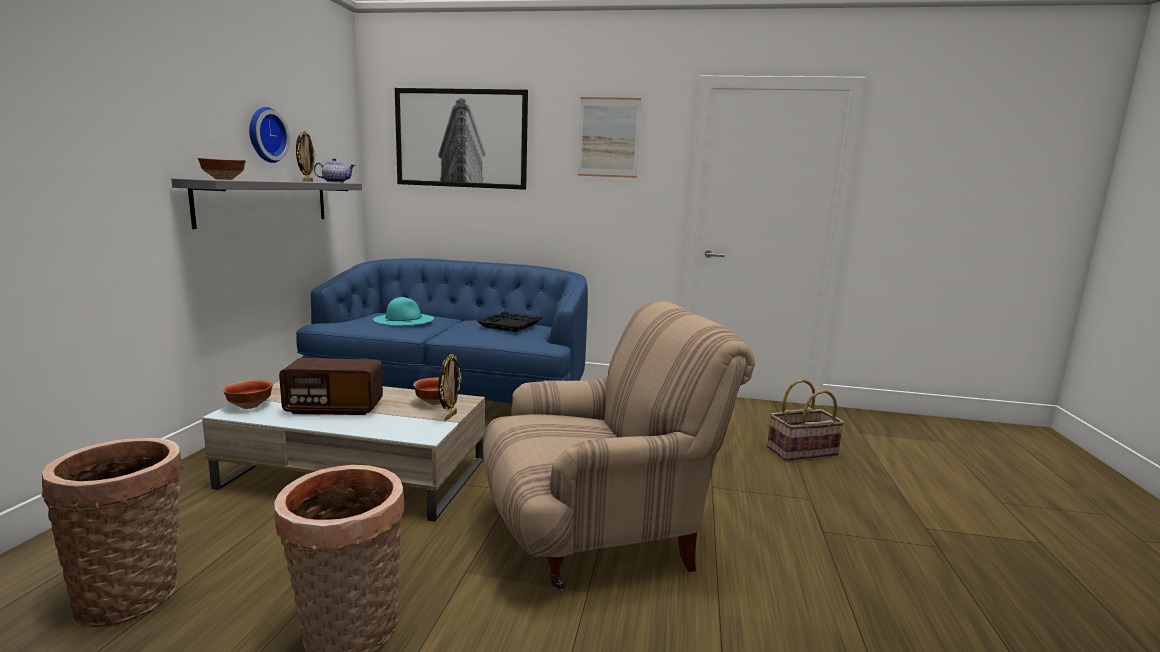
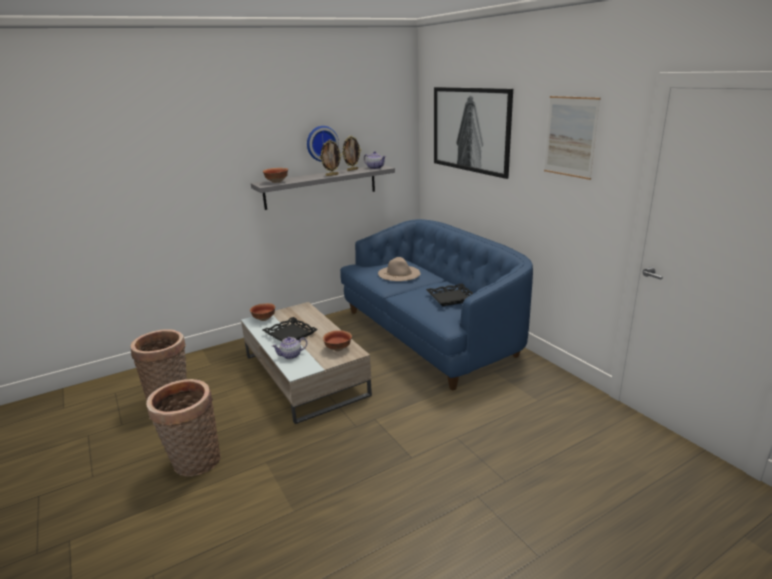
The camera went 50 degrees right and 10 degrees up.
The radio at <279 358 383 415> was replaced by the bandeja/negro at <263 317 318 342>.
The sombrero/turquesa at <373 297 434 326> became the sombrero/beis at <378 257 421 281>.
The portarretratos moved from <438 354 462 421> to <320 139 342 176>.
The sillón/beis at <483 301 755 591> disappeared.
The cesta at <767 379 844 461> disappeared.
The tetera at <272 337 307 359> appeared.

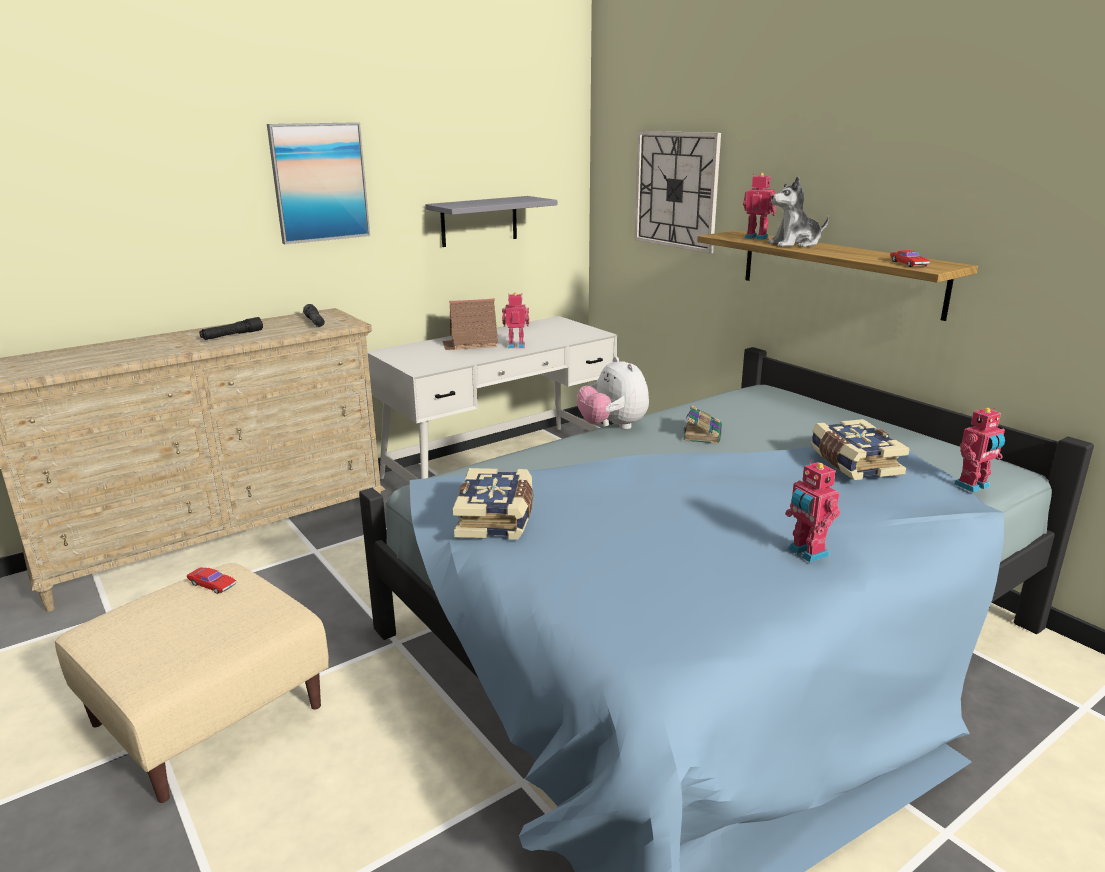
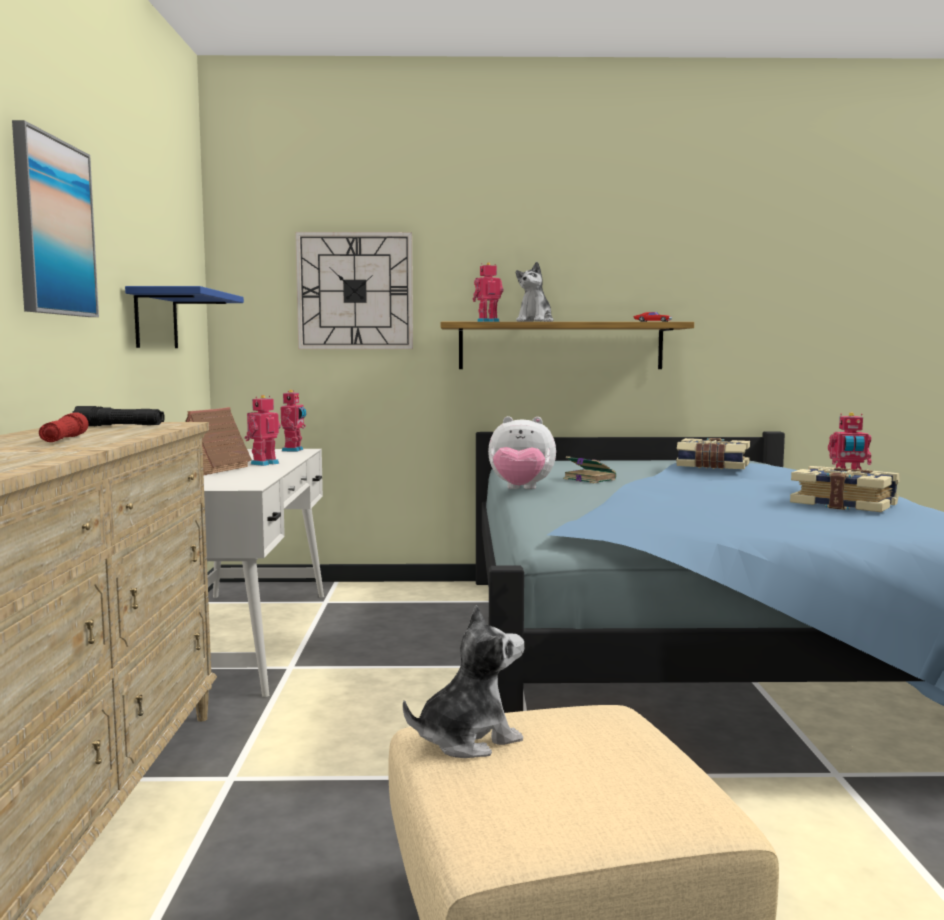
The camera went 55 degrees left and 15 degrees down.
The coche de juguete/rojo at <187 568 236 594> was replaced by the peluche at <403 605 524 758>.
The linterna/negro at <200 317 263 340> became the linterna/rojo at <39 412 88 442>.
The estante/gris at <425 196 557 247> became the estante/azul at <125 286 244 348>.
The libro moved from <453 468 533 540> to <790 466 900 512>.
The robot de juguete moved from <954 407 1005 493> to <281 390 306 452>.

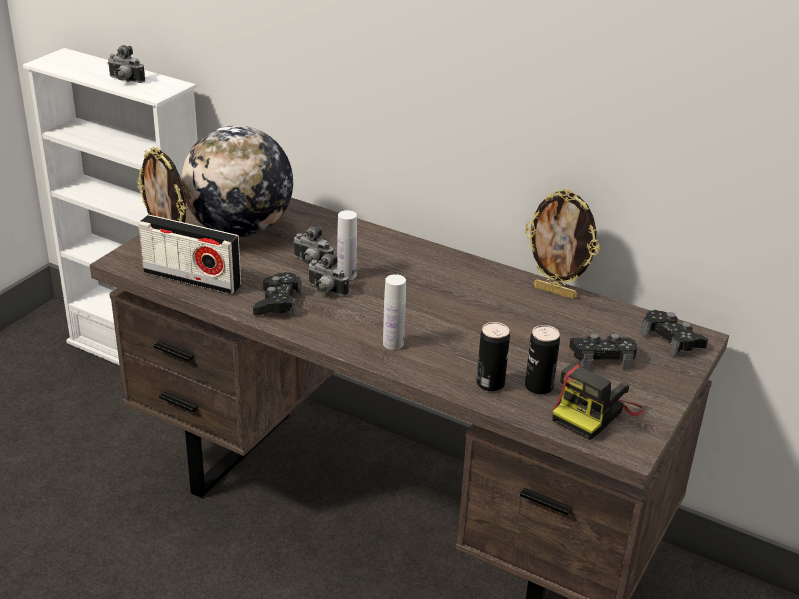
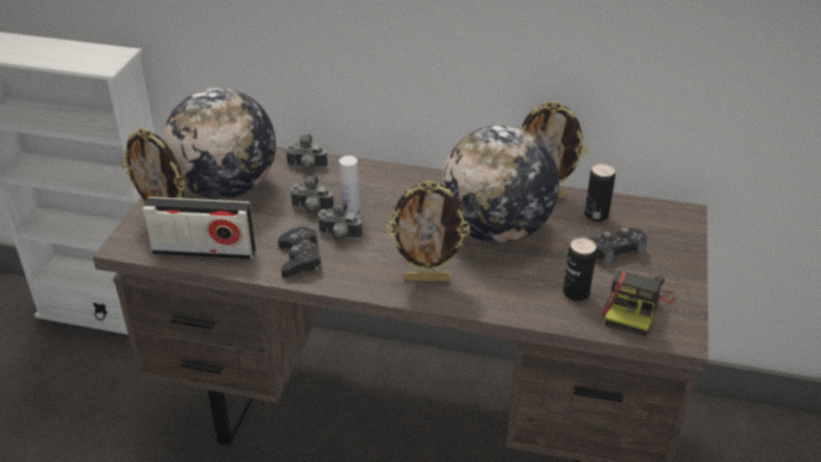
The camera went 15 degrees left and 5 degrees up.
The cámara moved from <107 45 145 83> to <285 134 327 170>.
The botella/blanco at <383 274 406 350> was replaced by the portarretratos at <387 180 470 281>.
The lata moved from <476 322 510 391> to <585 163 615 222>.
The mando de consola/negro at <640 310 708 357> disappeared.
The globo terráqueo at <441 125 559 243> appeared.

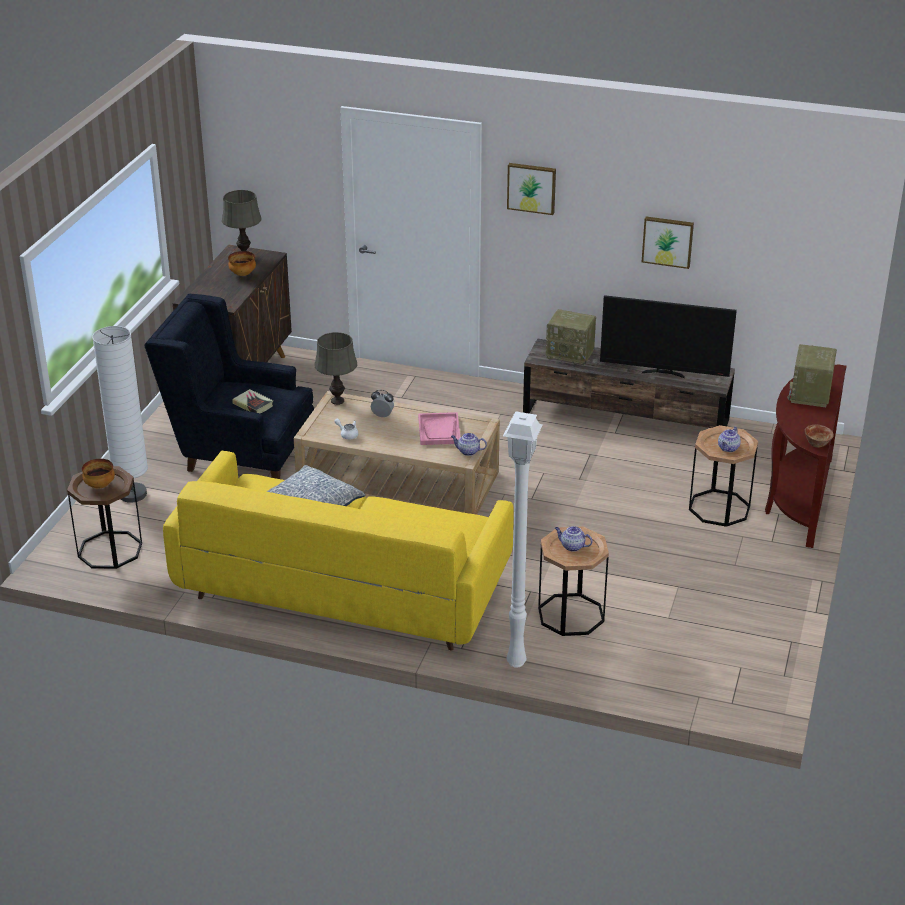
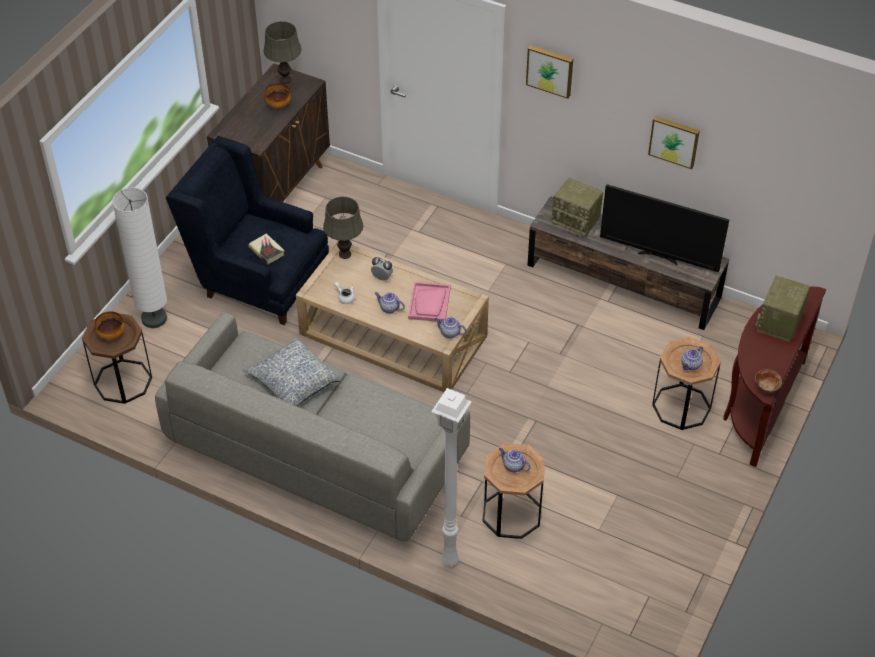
The camera went 10 degrees right and 15 degrees up.
The sofá/amarillo at <163 451 514 651> became the sofá/gris at <155 312 470 542>.
The tetera at <375 292 405 314> appeared.

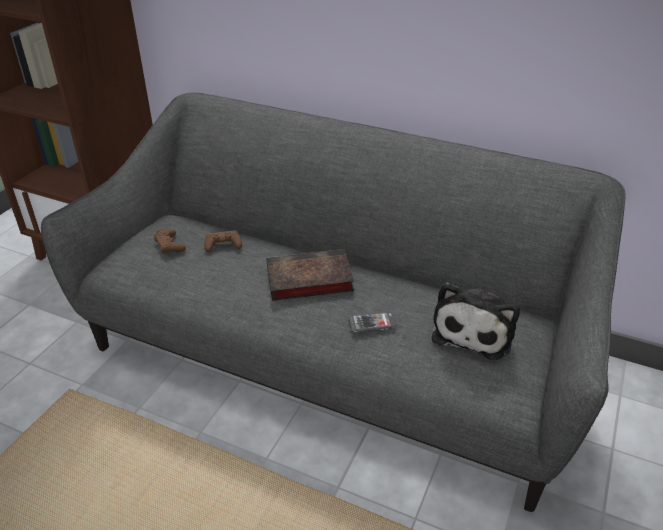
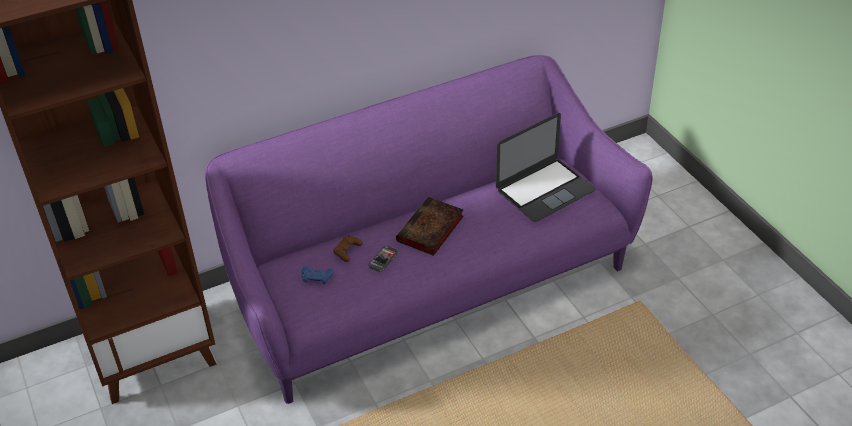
The camera went 50 degrees left and 5 degrees up.
The sofá/gris at <41 93 626 512> became the sofá/morado at <205 55 653 404>.
The mando de consola/marrón at <153 229 186 254> became the mando de consola/azul at <302 266 334 285>.
The móvil moved from <348 312 397 333> to <368 246 398 272>.
The peluche at <432 282 520 360> was replaced by the portátil at <496 113 596 222>.

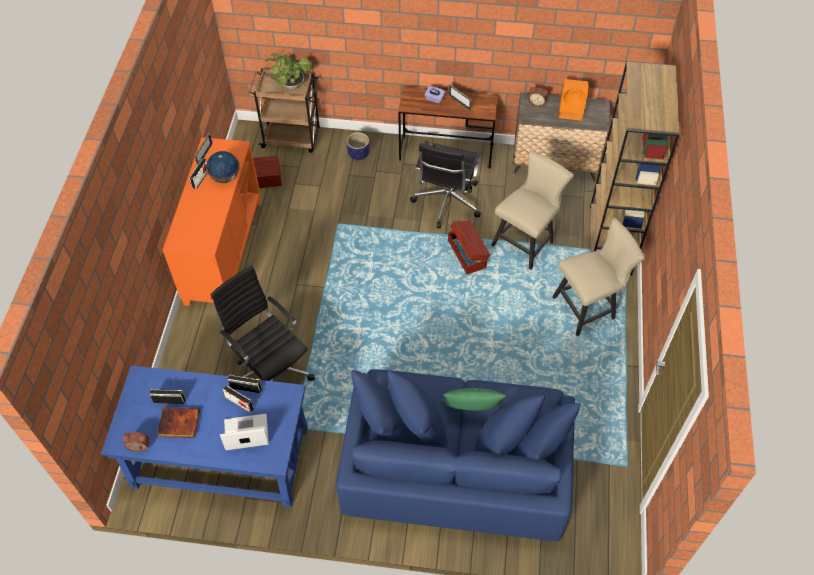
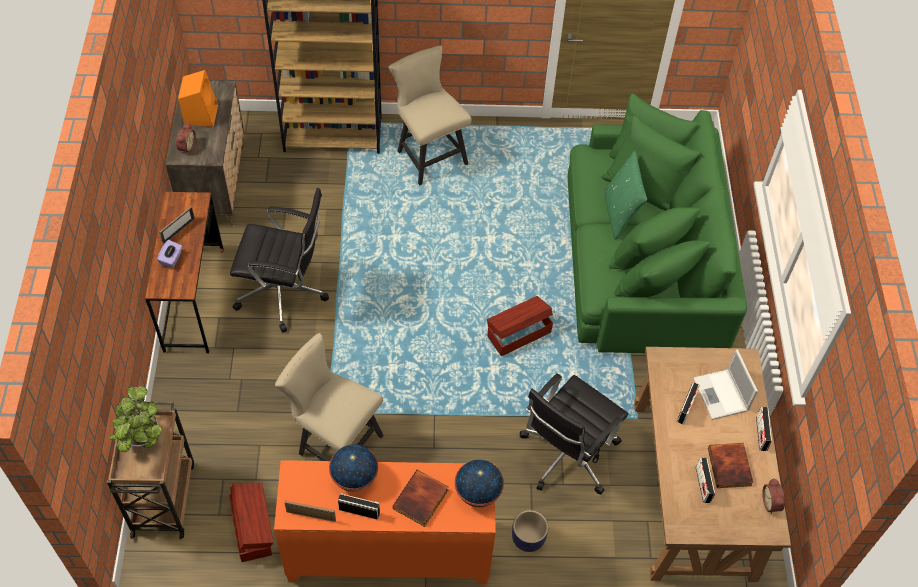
The camera went 100 degrees left and 0 degrees up.
The escritorio/azul at <101 365 308 508> became the escritorio/marrón at <634 347 791 582>.
The radio moved from <228 374 262 393> to <756 407 772 451>.
The sofá/azul at <336 369 581 541> became the sofá/verde at <568 93 747 353>.
The maceta moved from <346 132 370 160> to <512 510 548 552>.
The caja de almacenaje/marrón moved from <448 221 490 274> to <487 296 553 356>.
The silla/beis moved from <492 150 574 270> to <275 333 384 461>.
The libro at <393 470 448 527> appeared.
The globo terráqueo at <455 460 504 507> appeared.

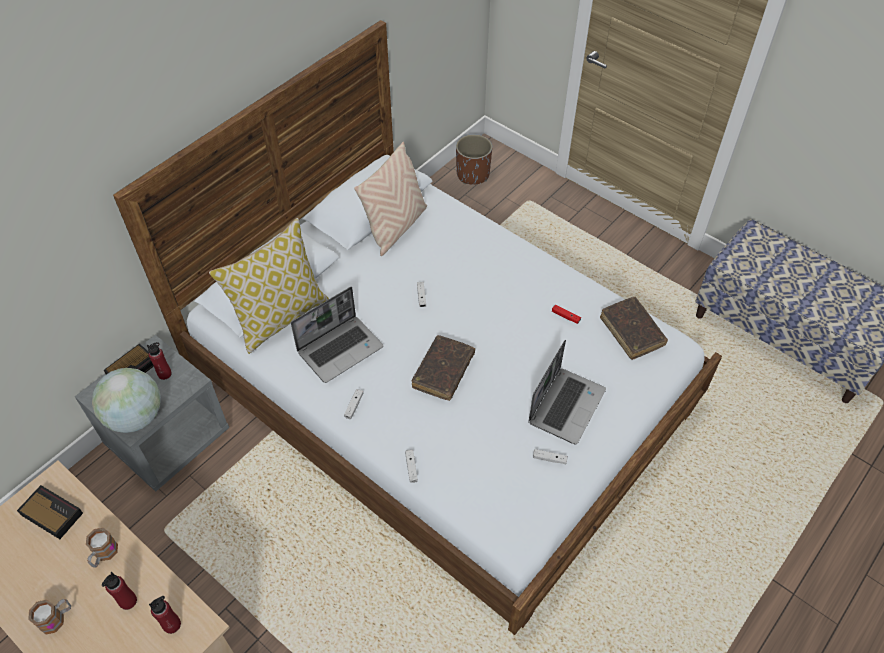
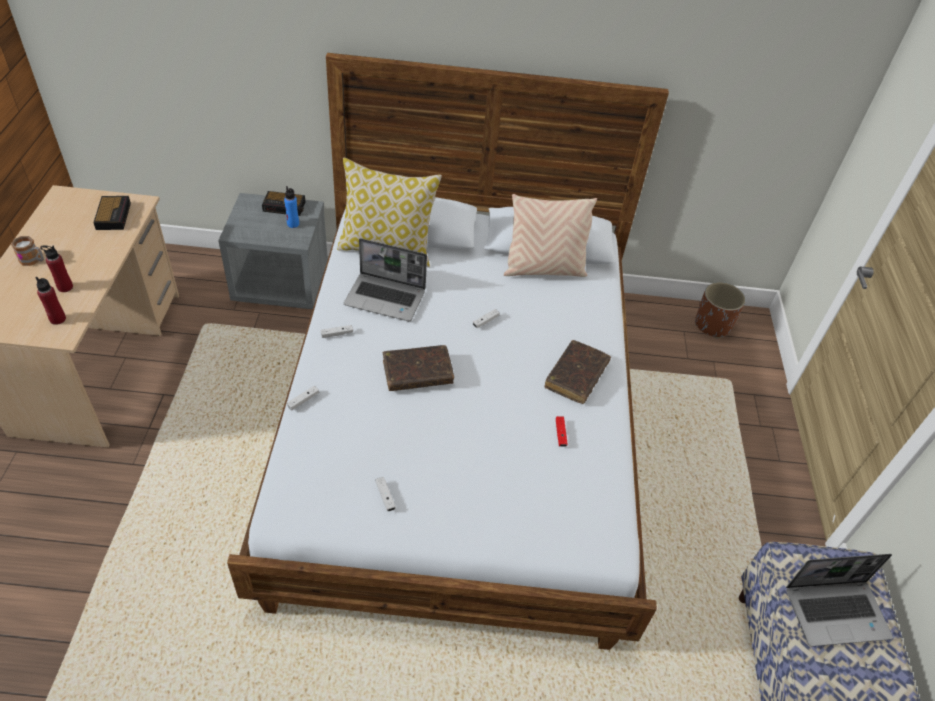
The camera went 50 degrees right and 5 degrees down.
The taza grande at <86 528 118 568> disappeared.
The globo terráqueo at <92 368 161 433> disappeared.
The botella/rojo at <147 342 172 380> became the botella/azul at <284 186 299 228>.
The portátil moved from <528 340 606 444> to <786 554 893 646>.
The libro/marrón moved from <600 297 668 360> to <544 340 611 404>.

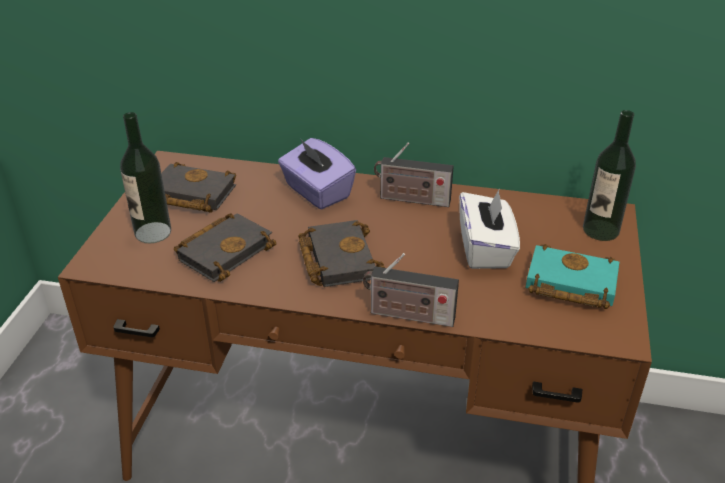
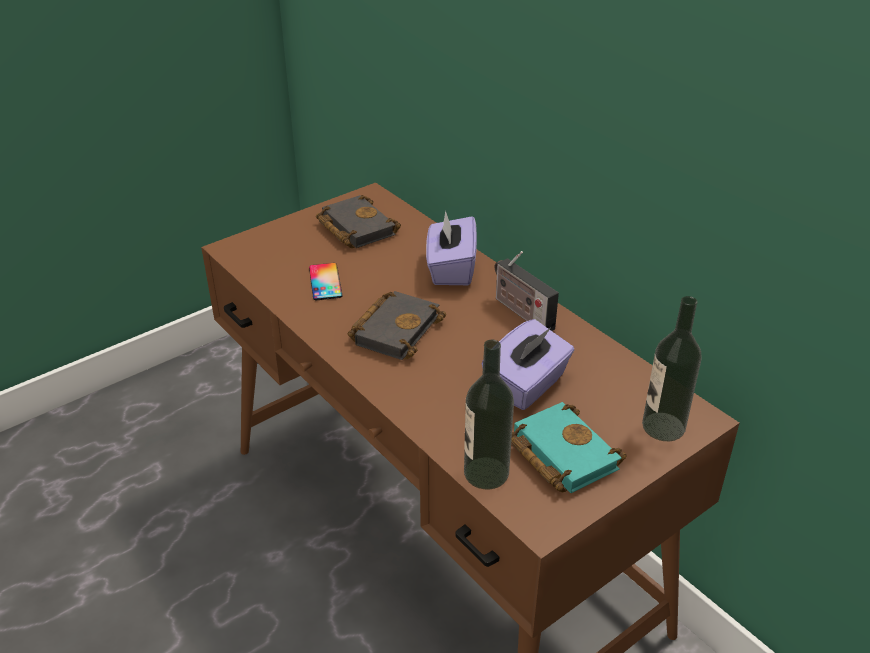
The camera went 40 degrees right and 0 degrees up.
The botella moved from <120 112 171 243> to <464 339 514 489>.
The libro/negro at <174 213 276 282> was replaced by the móvil at <309 263 343 300>.
The radio at <363 253 459 327> disappeared.
The caja de pañuelos/blanco at <459 189 520 269> became the caja de pañuelos/morado at <482 319 574 410>.

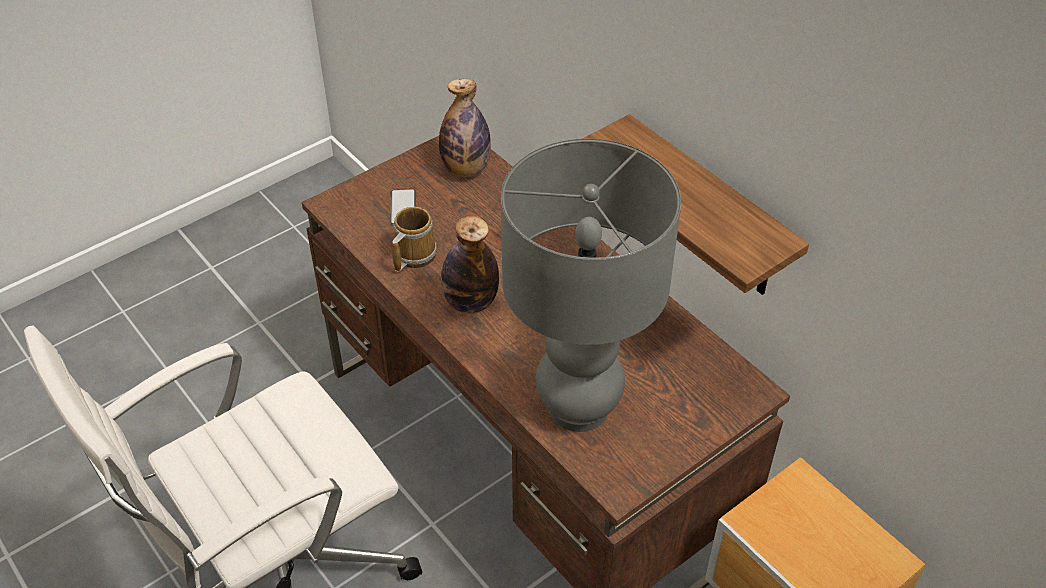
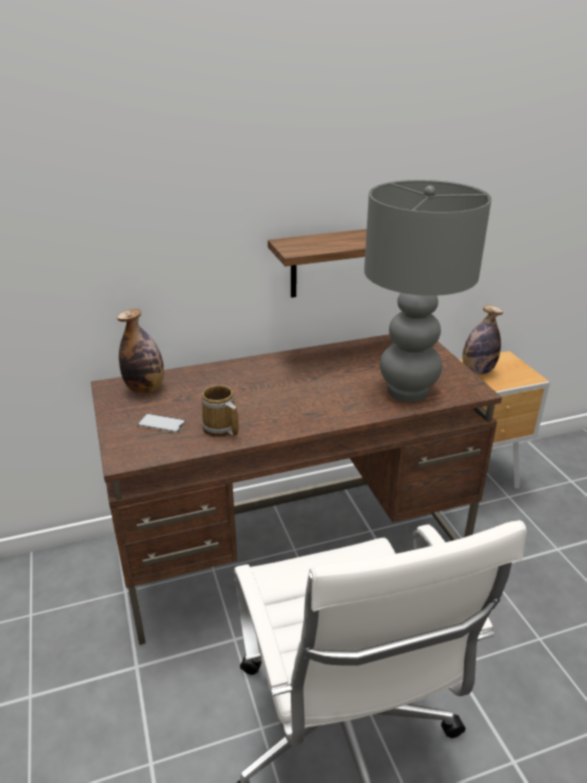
The camera went 70 degrees left and 15 degrees down.
The botella moved from <441 216 499 314> to <462 305 503 375>.

